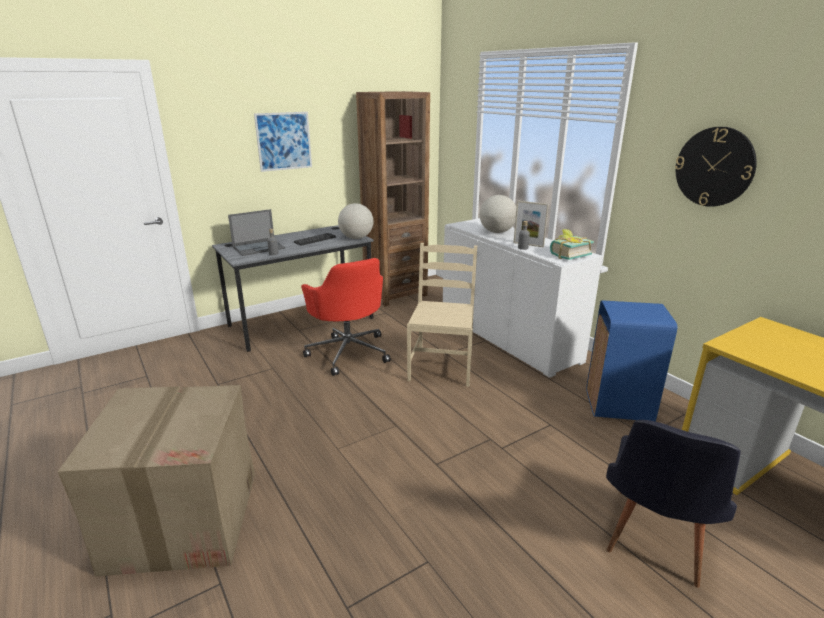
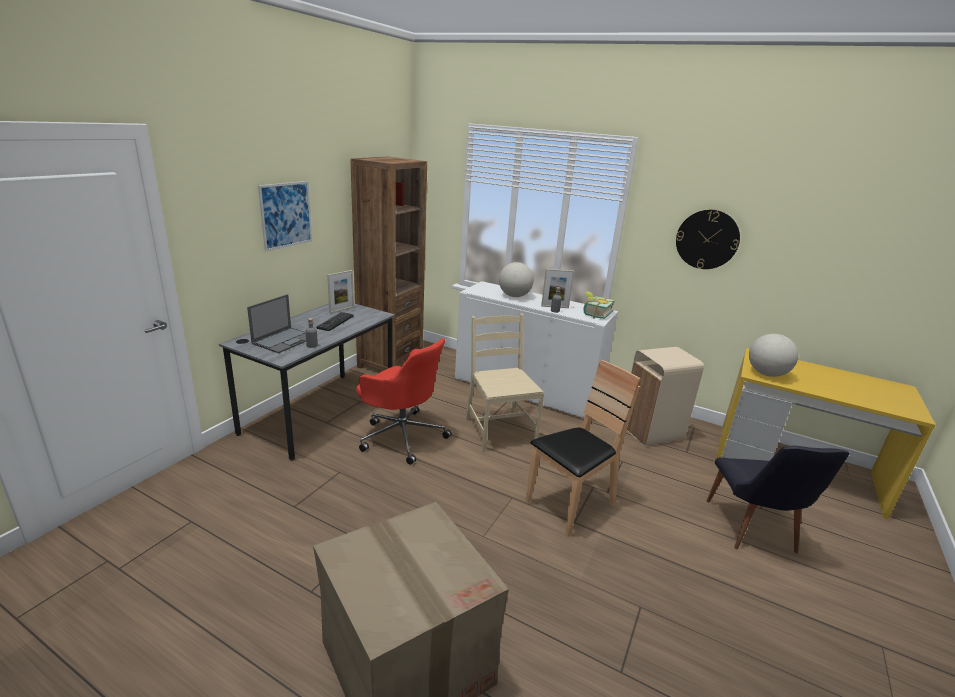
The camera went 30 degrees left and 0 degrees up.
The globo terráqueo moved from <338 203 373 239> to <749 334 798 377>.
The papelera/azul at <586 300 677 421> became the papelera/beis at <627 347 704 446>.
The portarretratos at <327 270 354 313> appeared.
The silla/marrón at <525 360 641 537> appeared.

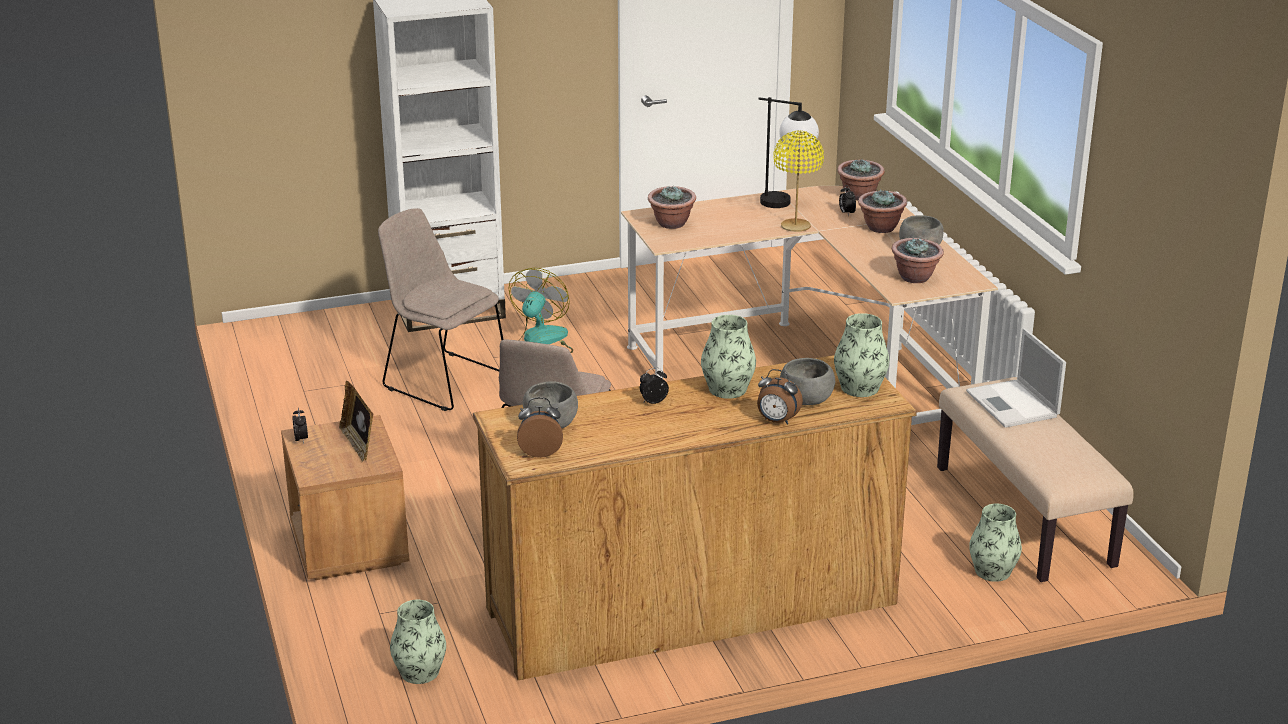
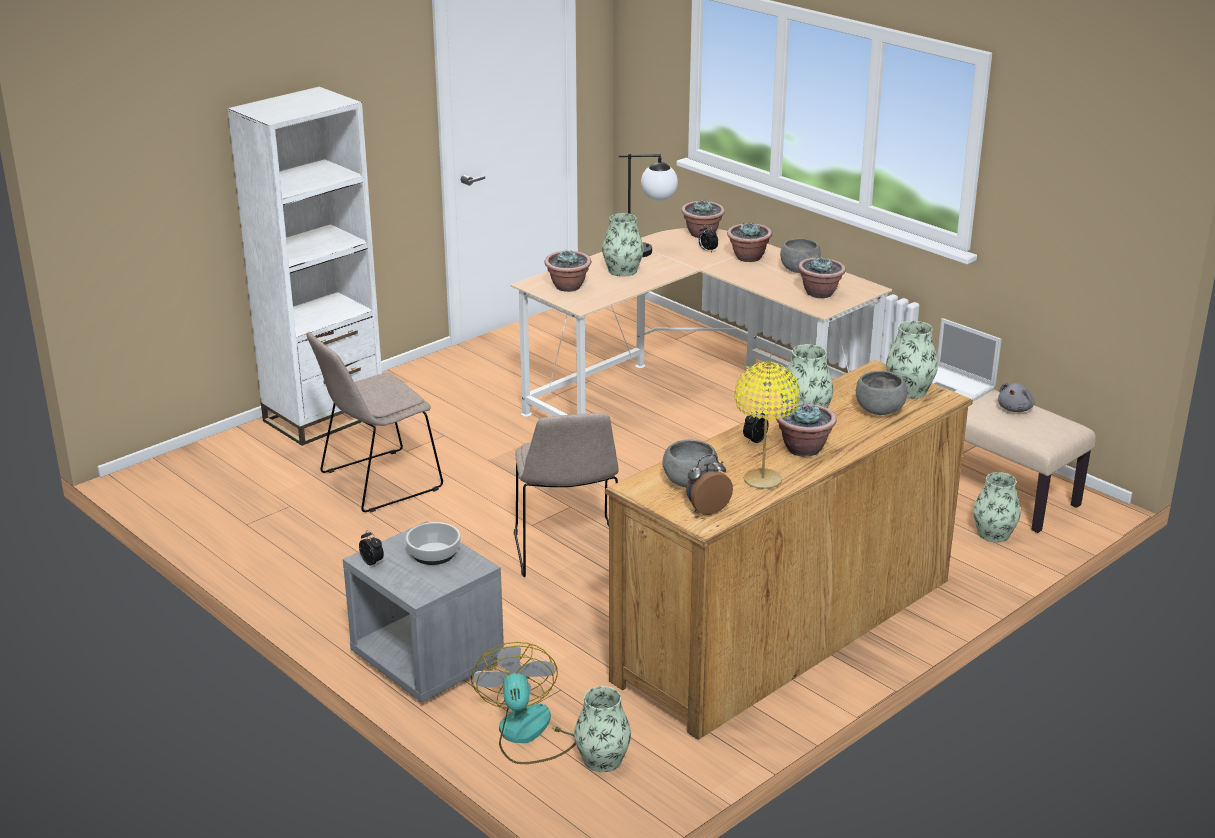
The camera went 25 degrees left and 0 degrees up.
The mesita de noche/marrón at <281 415 410 580> became the mesita de noche/gris at <343 521 504 703>.
The portarretratos at <339 381 374 462> was replaced by the cuenco at <405 522 461 565>.
The silla/beis at <378 208 503 411> turned 45 degrees counterclockwise.
The ventilador moved from <509 268 573 353> to <471 642 576 764>.
The despertador at <757 369 803 425> disappeared.
The lámpara de mesa/amarillo moved from <773 131 824 232> to <734 362 800 489>.
The florero at <602 213 644 277> appeared.
The planta en maceta at <776 402 837 457> appeared.
The peluche/gris at <998 382 1035 412> appeared.

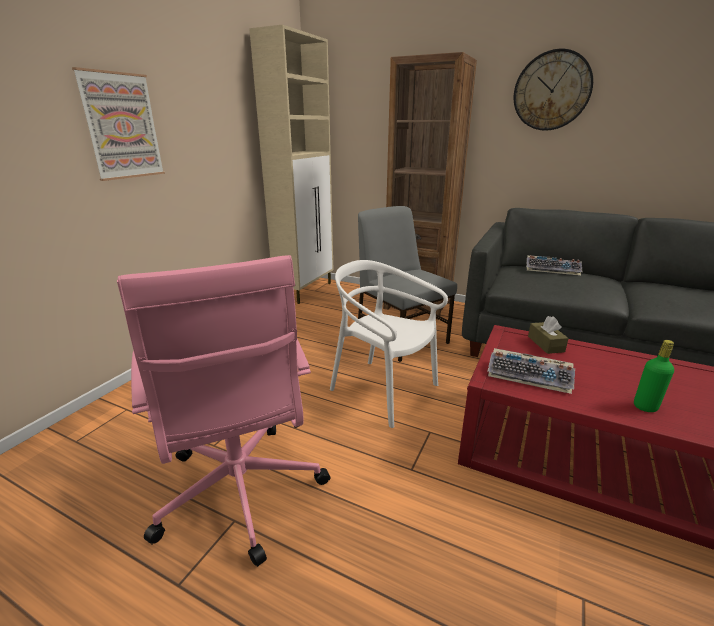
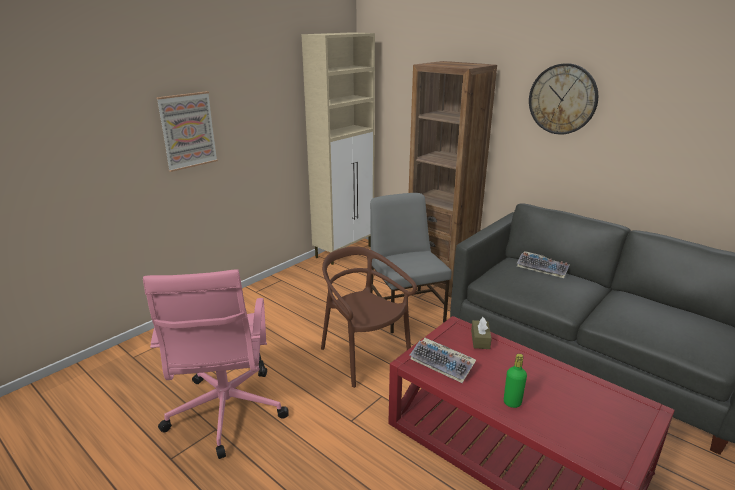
The camera went 15 degrees right and 0 degrees up.
The silla/blanco at <330 260 448 428> became the silla/marrón at <321 246 417 388>.

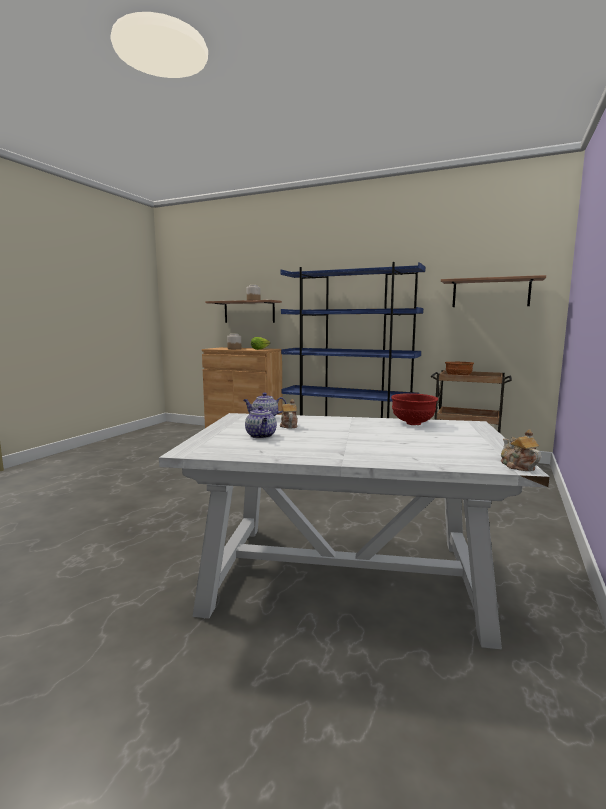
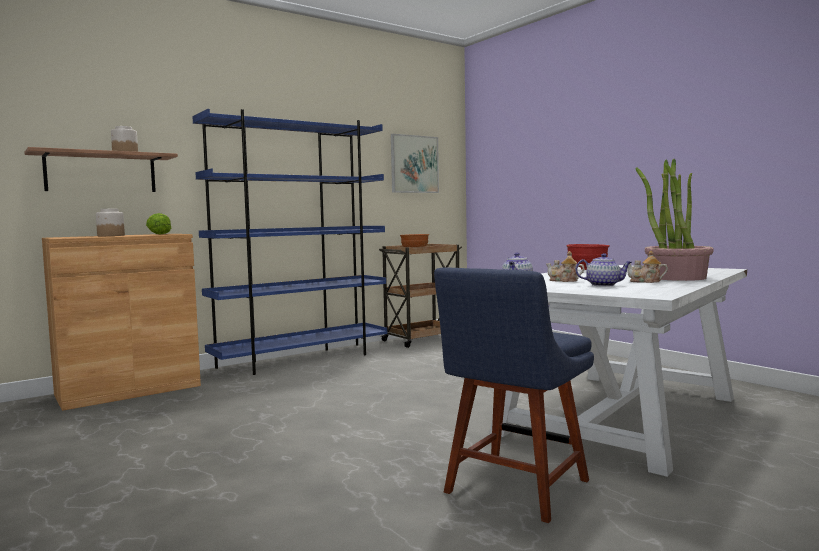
The camera went 60 degrees left and 5 degrees down.
The estante at <441 275 546 307> was replaced by the cuadro at <391 134 439 193>.
The tetera moved from <501 429 541 471> to <628 251 668 283>.
The silla/azul at <434 268 594 523> appeared.
The planta en maceta at <635 159 714 281> appeared.

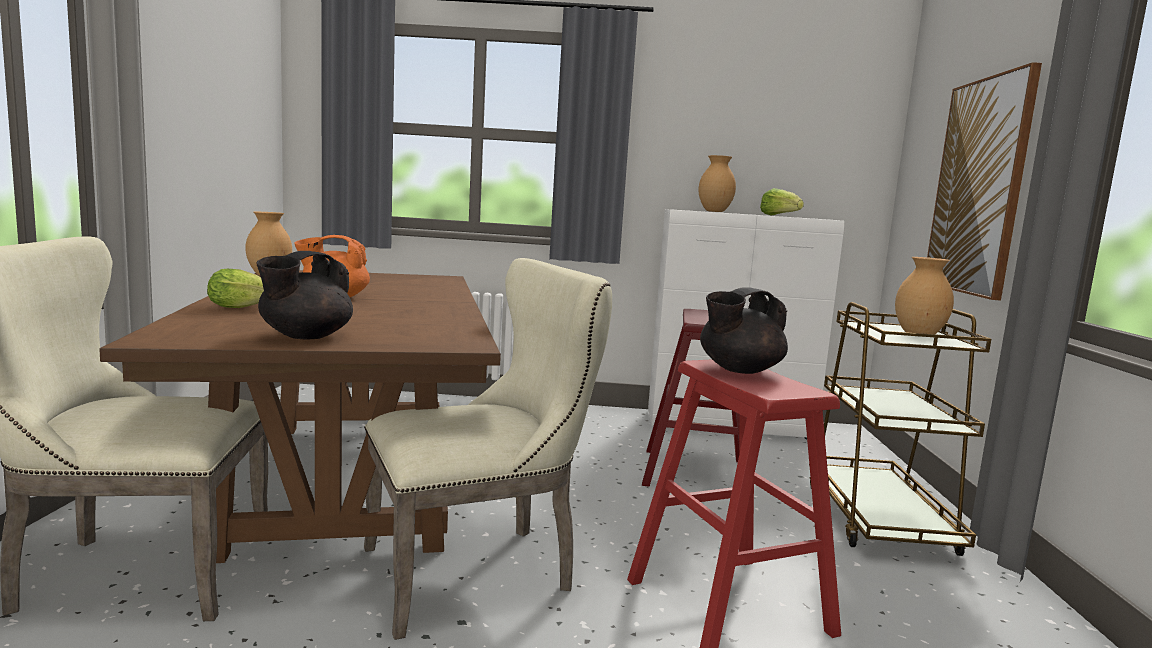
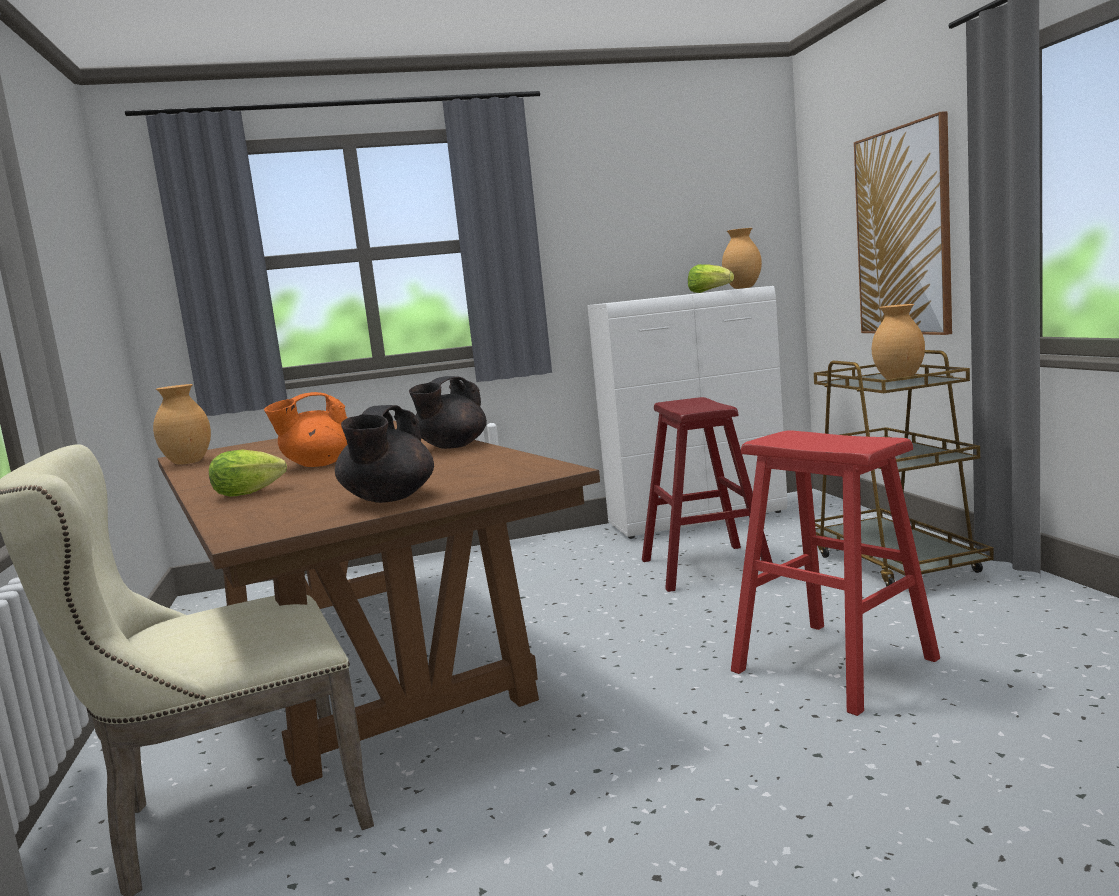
The camera went 15 degrees left and 0 degrees up.
The silla/beis at <364 258 612 640> disappeared.
The florero/marrón moved from <699 155 736 212> to <722 228 762 289>.
The tetera/negro moved from <700 287 788 374> to <409 376 487 449>.

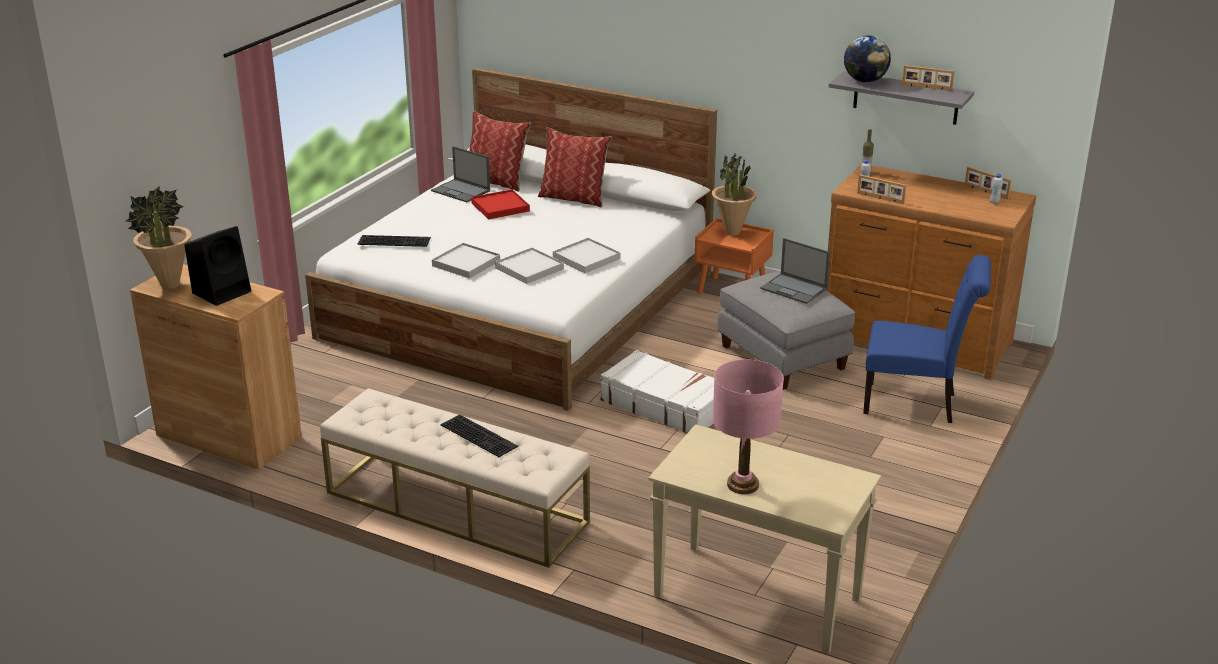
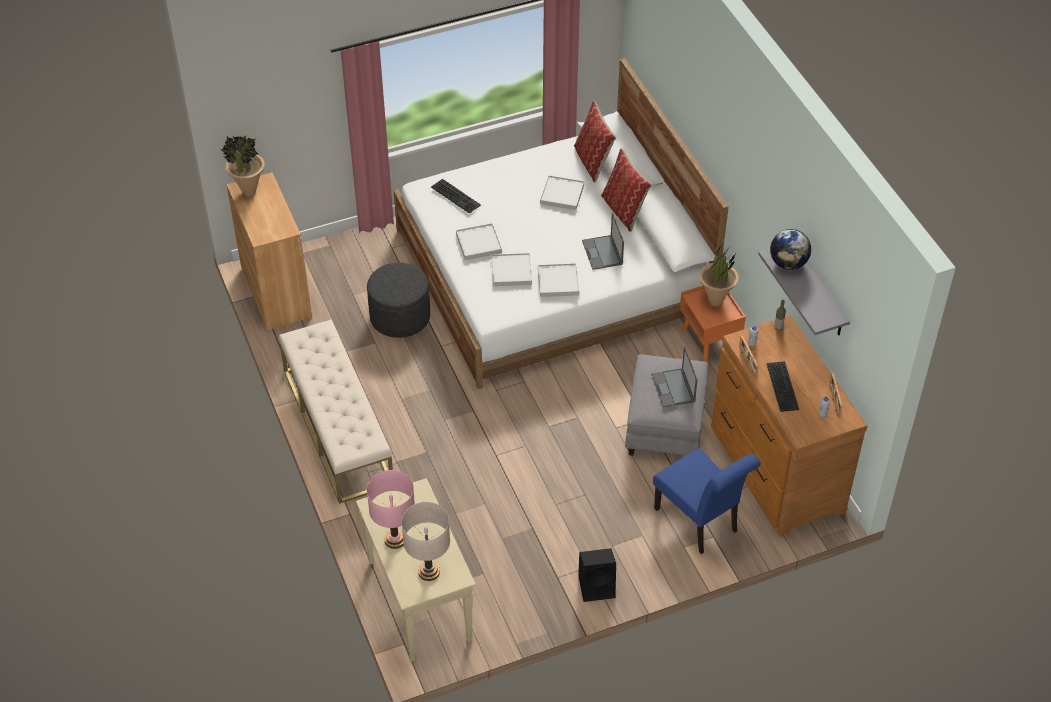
The camera went 40 degrees right and 20 degrees up.
The altavoz/negro moved from <185 226 251 306> to <578 548 616 602>.
The portátil moved from <431 146 490 202> to <582 213 624 270>.
The teclado moved from <441 414 518 457> to <766 361 799 412>.
The bandeja/rojo at <471 189 530 219> became the bandeja/blanco at <540 175 584 210>.
The maleta/blanco at <600 350 714 433> disappeared.
The portarretratos at <902 65 954 91> disappeared.
The puf/gris at <367 262 430 338> appeared.
The lámpara de mesa/beis at <402 502 450 581> appeared.

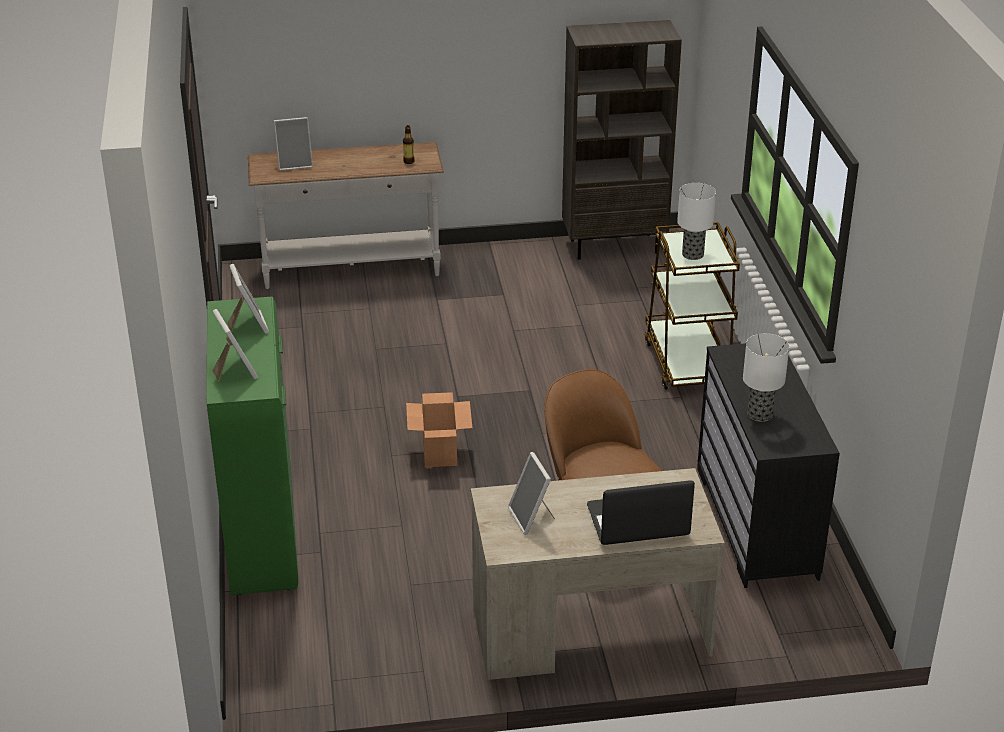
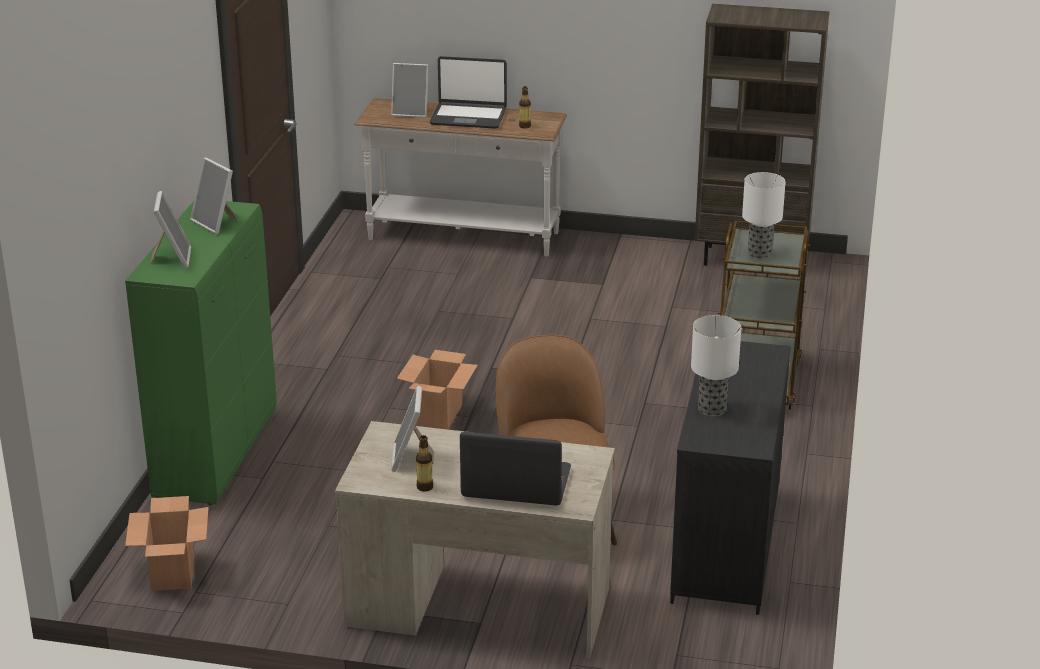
The camera went 20 degrees right and 5 degrees down.
The portarretratos at <228 264 269 334> turned 135 degrees clockwise.
The caja de cartón at <125 496 209 591> appeared.
The botella at <416 435 433 492> appeared.
The portátil at <430 56 507 129> appeared.

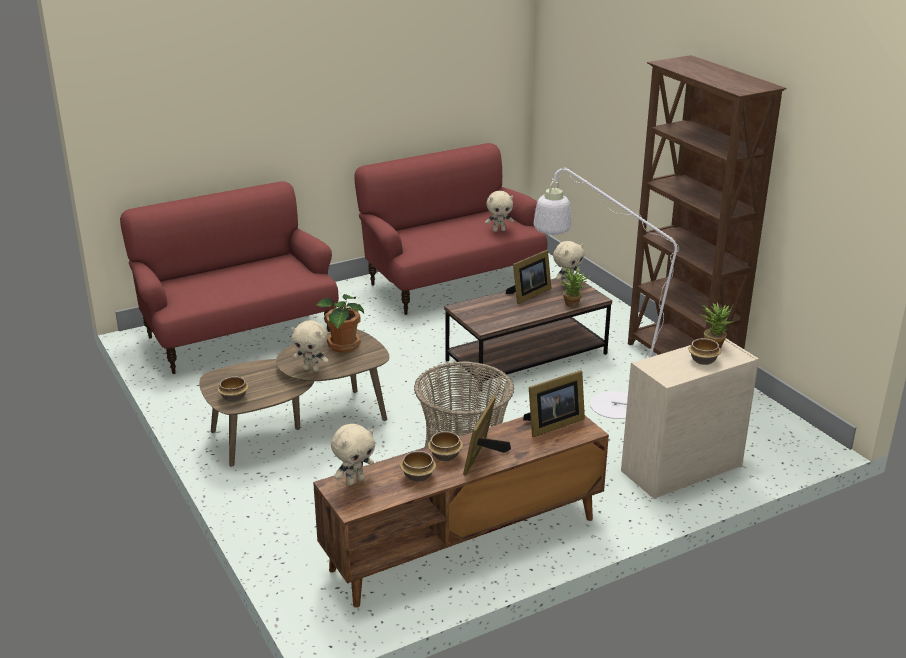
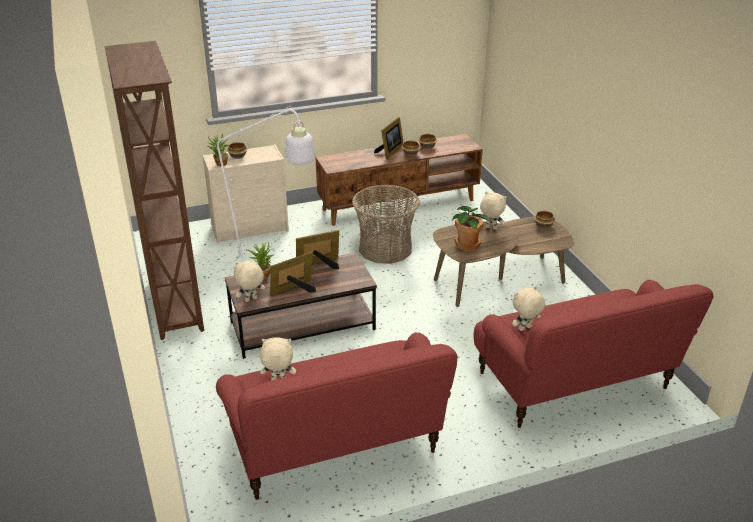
The camera went 170 degrees left and 5 degrees up.
The peluche/beis moved from <331 424 375 486> to <512 286 545 331>.
The portarretratos moved from <523 370 585 437> to <296 230 339 269>.

